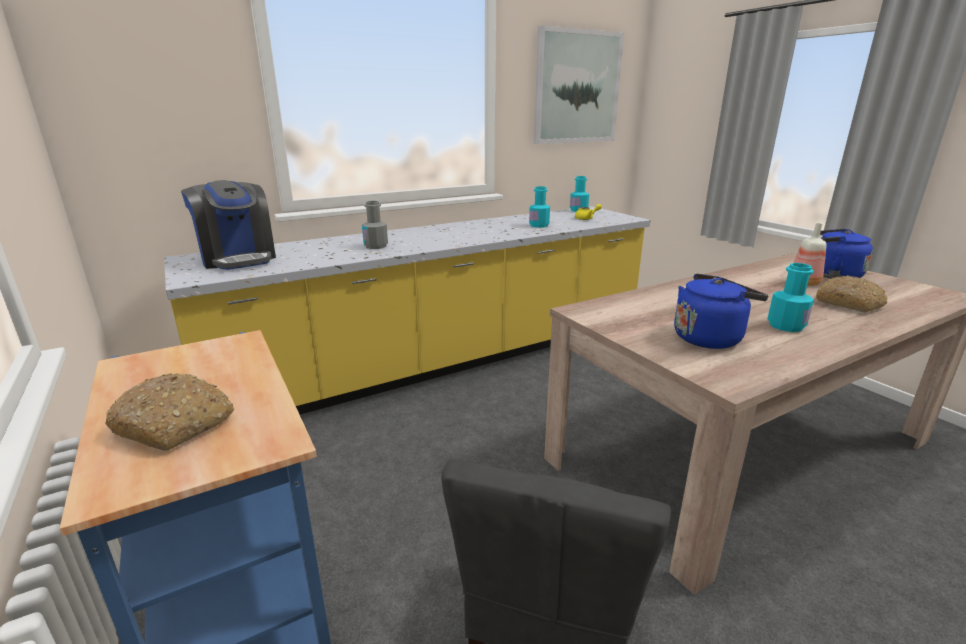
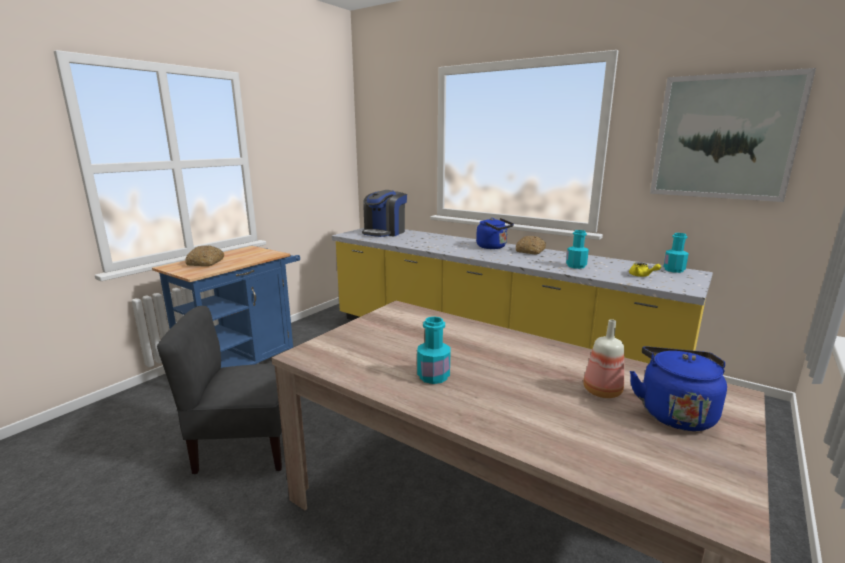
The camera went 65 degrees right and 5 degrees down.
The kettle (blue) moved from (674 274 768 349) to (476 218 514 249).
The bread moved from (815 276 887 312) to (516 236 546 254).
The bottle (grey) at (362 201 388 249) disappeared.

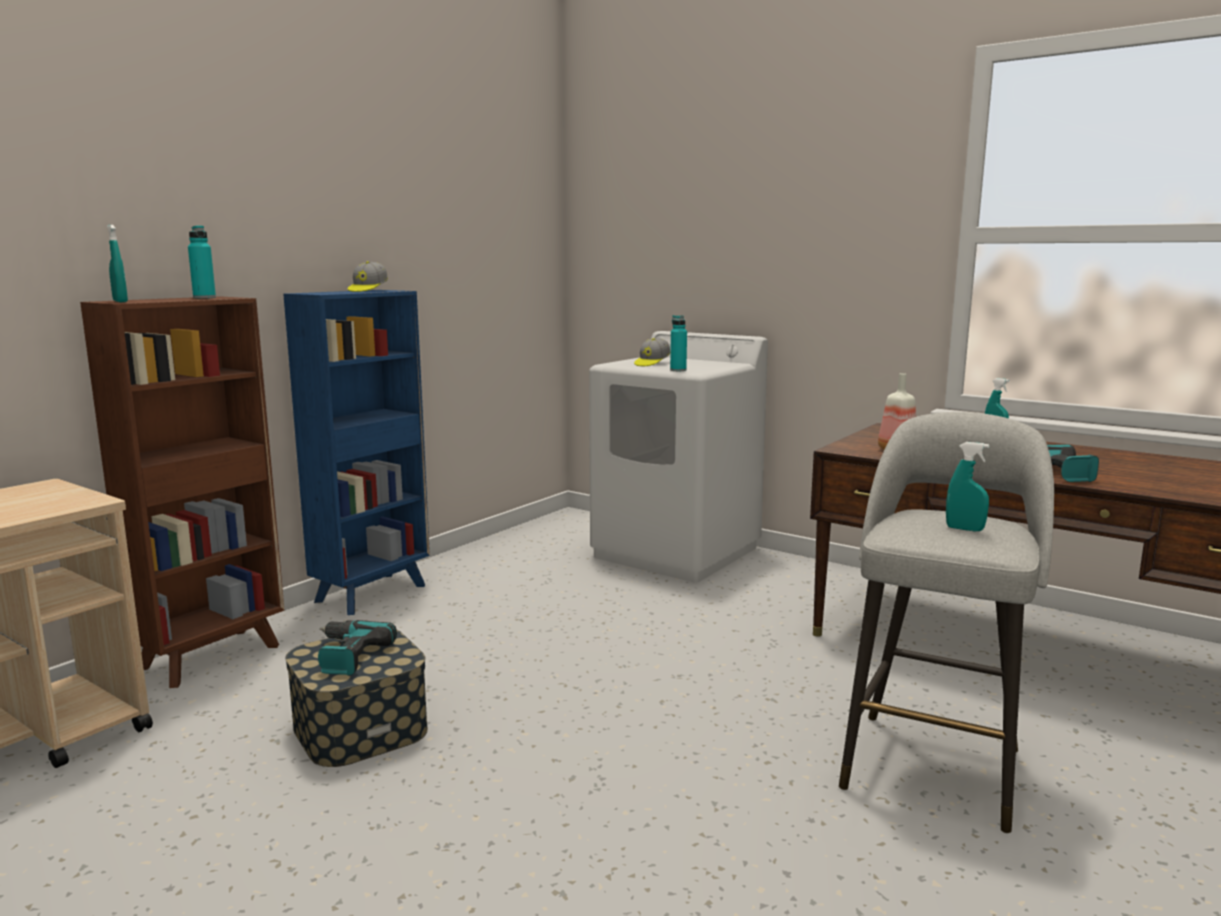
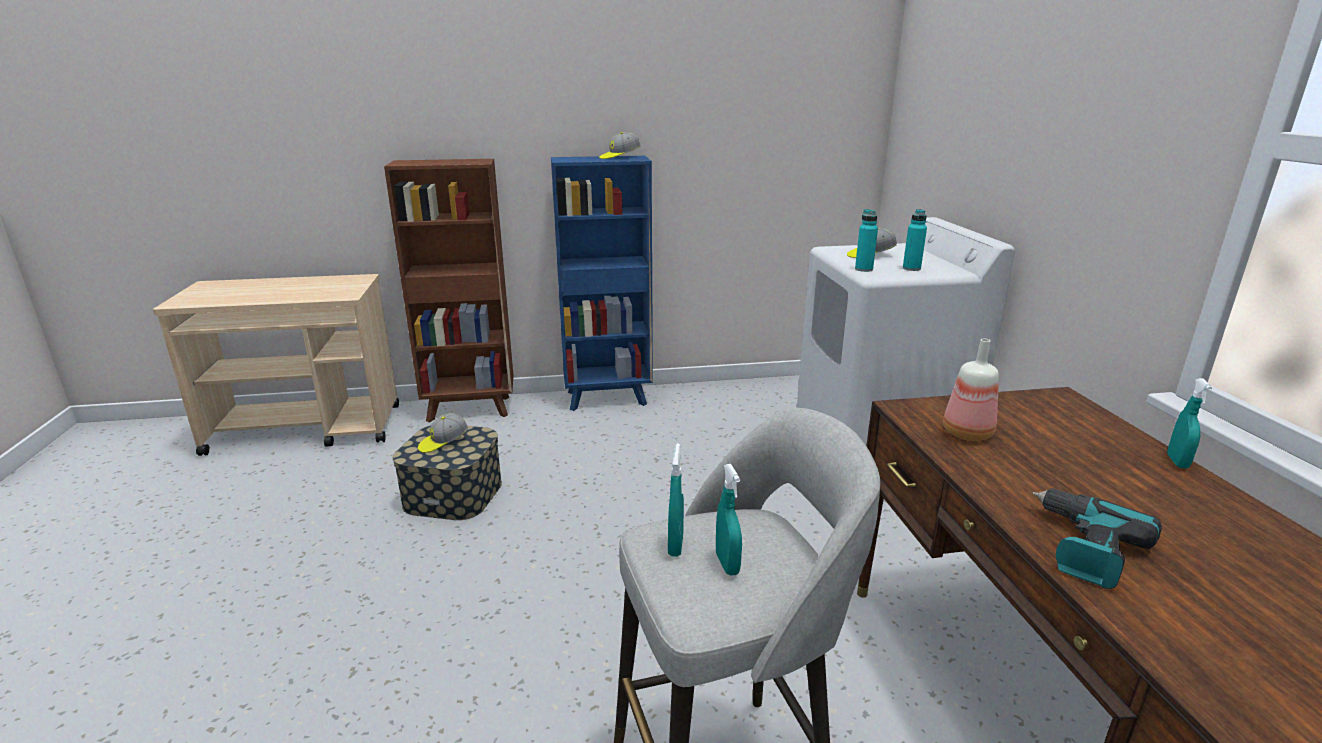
The camera went 45 degrees right and 10 degrees up.
The power drill at (318 620 397 676) was replaced by the cap at (418 413 468 453).
The spray bottle (turquoise) moved from (107 225 128 302) to (668 443 684 557).
The bottle (turquoise) moved from (188 225 216 298) to (903 209 927 271).

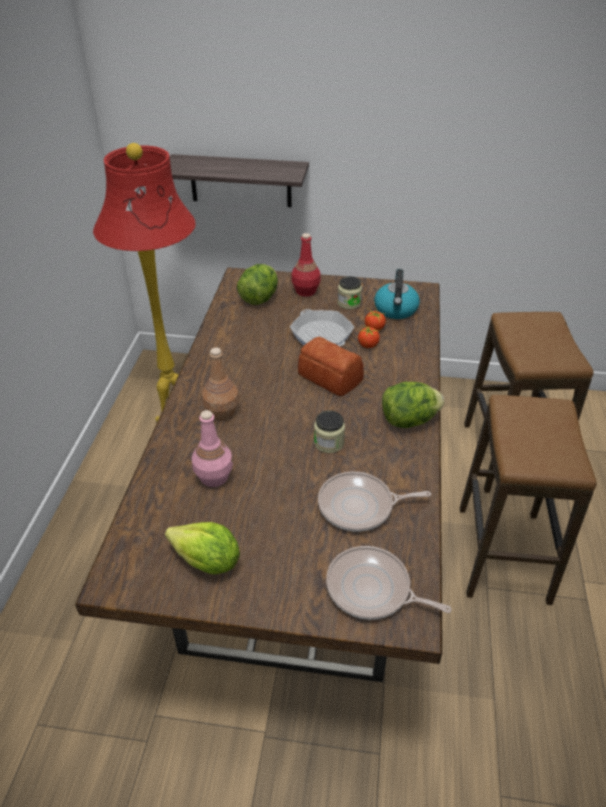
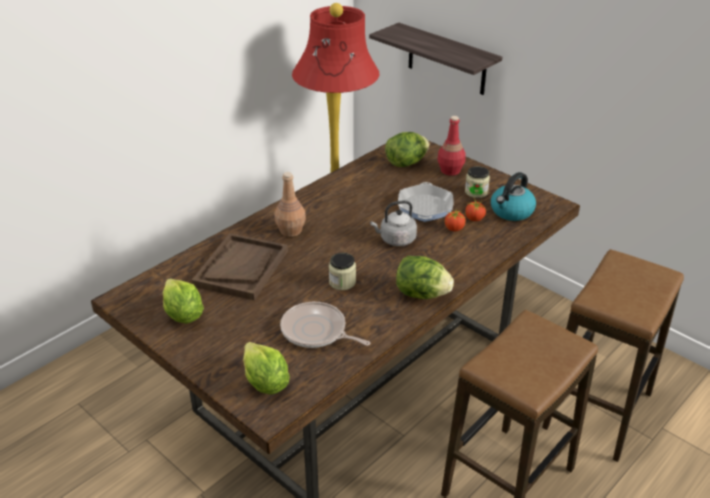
The camera went 35 degrees right and 5 degrees down.
The bottle (pink) at (192 410 233 487) was replaced by the tray (brown) at (192 233 288 300).
The frying pan at (326 546 452 620) was replaced by the lettuce at (243 342 290 395).
The bread at (298 337 364 396) was replaced by the kettle (grey) at (370 200 417 246).

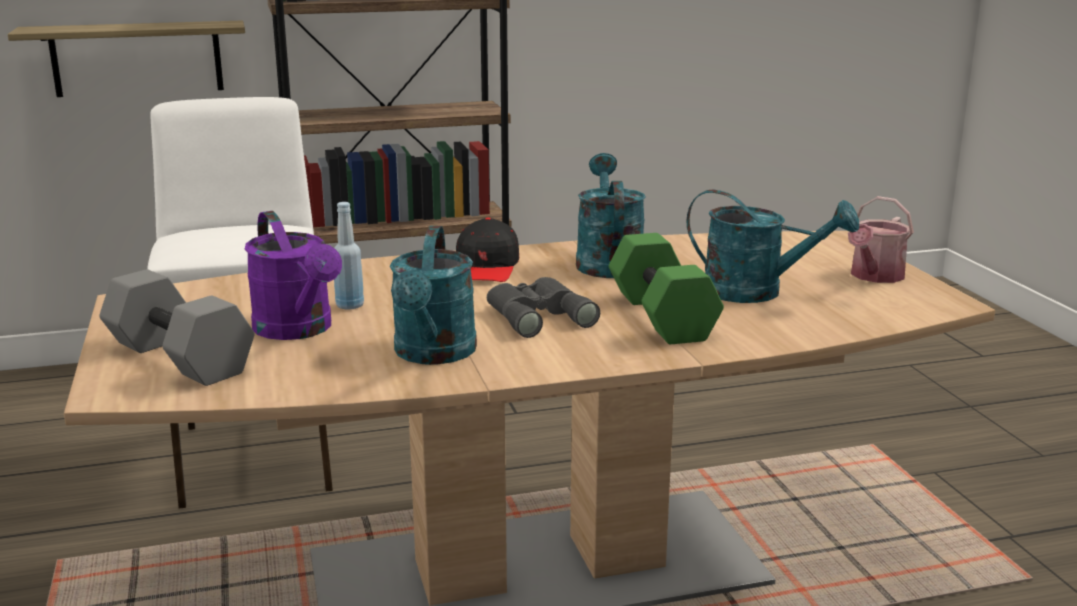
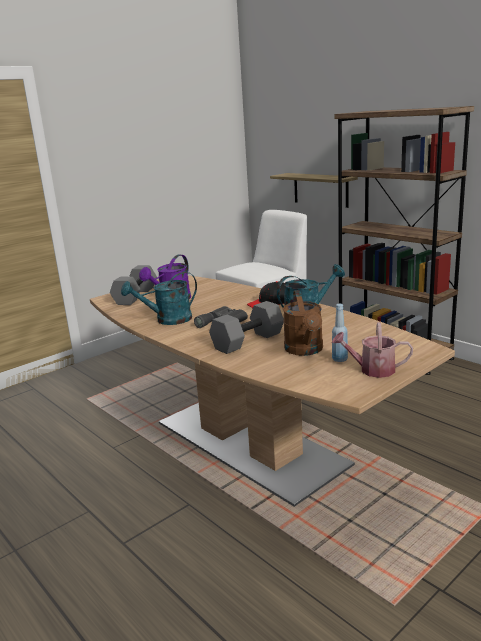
The camera went 65 degrees right and 0 degrees up.
The dumbbell (green) at (609 233 724 344) became the dumbbell (grey) at (209 301 284 354).
The watering can (turquoise) at (687 190 859 303) became the watering can (brown) at (283 290 323 356).
The bottle (blue) moved from (334 202 364 310) to (332 304 348 362).

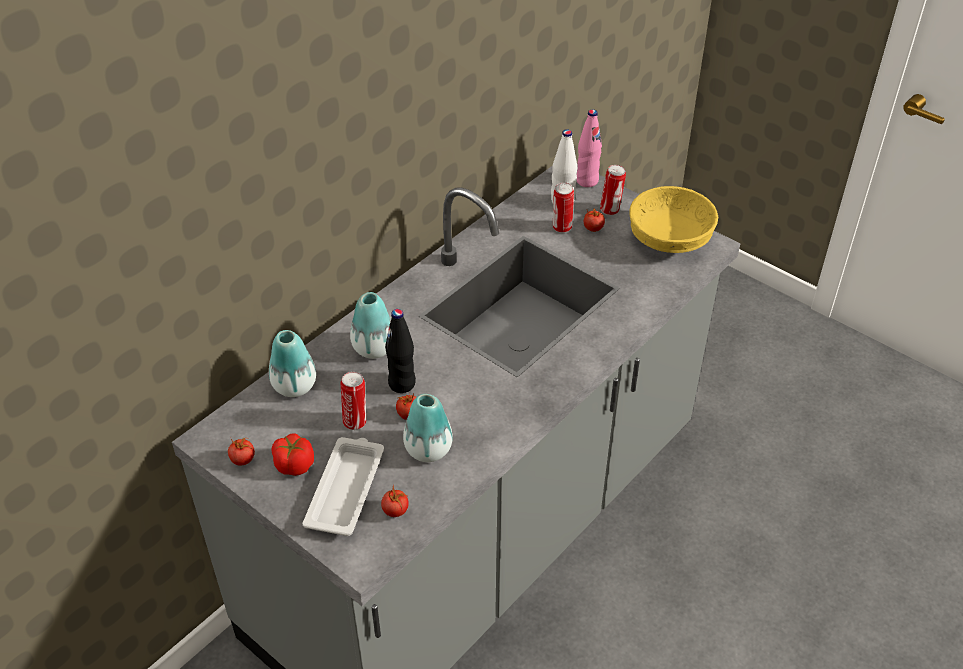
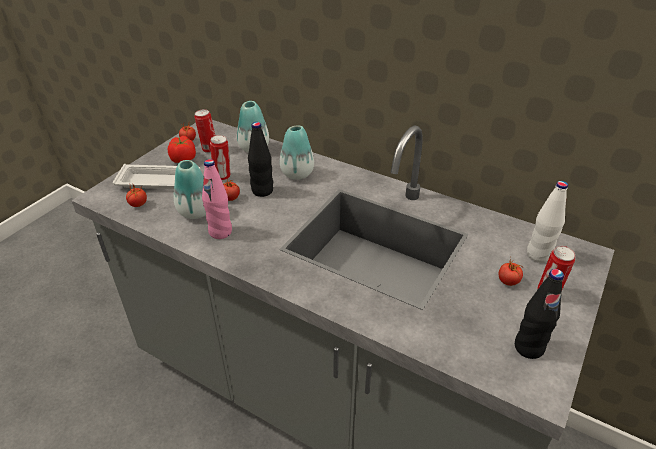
The camera went 80 degrees right and 5 degrees down.
The can moved from (553 182 574 233) to (194 109 215 153).
The bottle (pink) moved from (577 109 602 187) to (202 159 232 239).
The bowl (yellow) at (629 186 718 253) was replaced by the bottle (black) at (515 269 564 359).

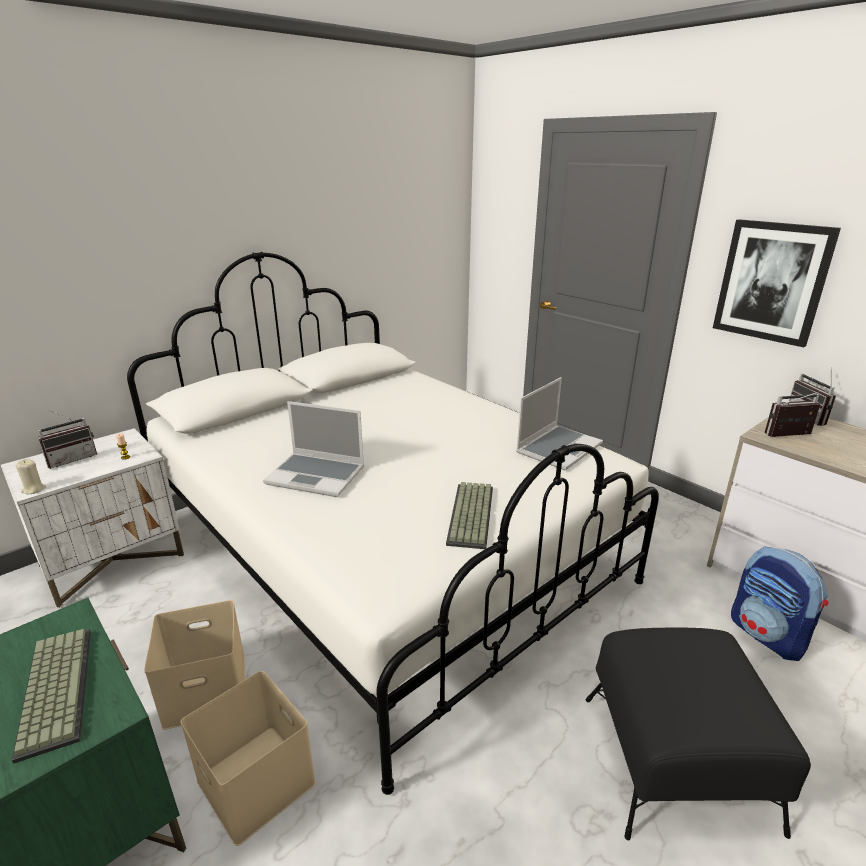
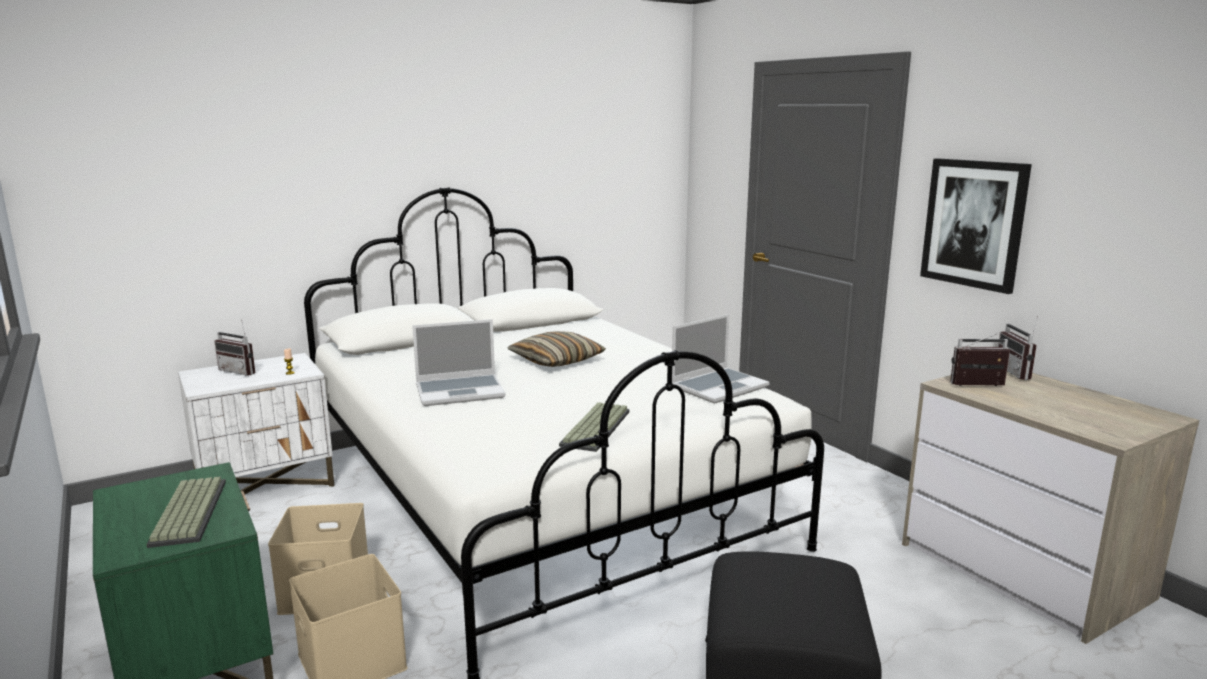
The camera went 10 degrees right and 10 degrees down.
The radio at (38 410 97 469) turned 60 degrees clockwise.
The laptop at (263 401 364 497) turned 45 degrees counterclockwise.
The pillow at (507 331 606 367) appeared.
The candle (beige) at (15 459 46 494) disappeared.
The backpack at (731 546 828 661) disappeared.

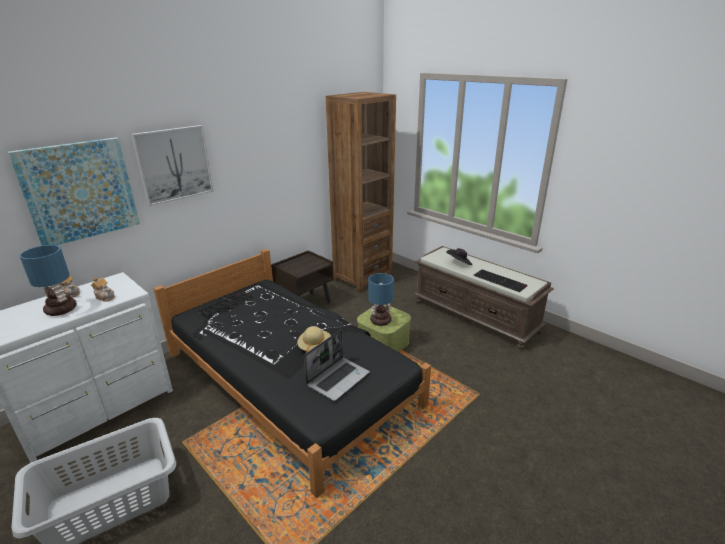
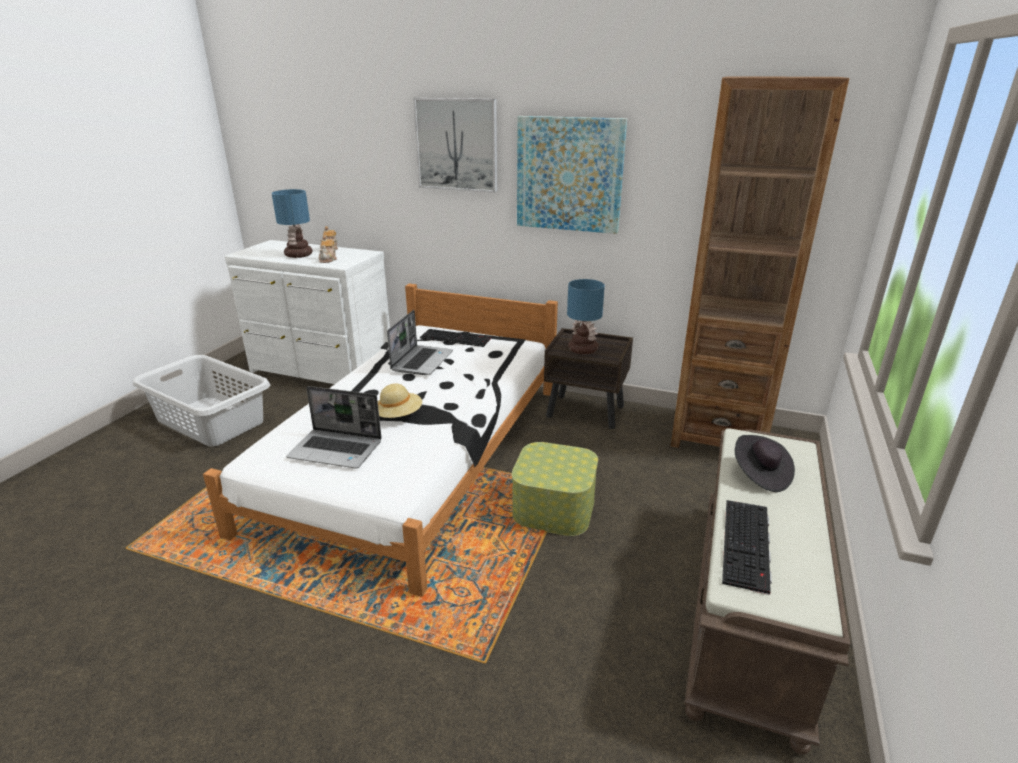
The camera went 65 degrees right and 0 degrees up.
The bed (black) at (153 249 431 498) became the bed (white) at (203 284 558 597).
The laptop at (387 310 453 375) appeared.
The picture moved from (8 137 140 246) to (517 116 627 234).
The table lamp moved from (368 273 394 326) to (567 279 605 354).

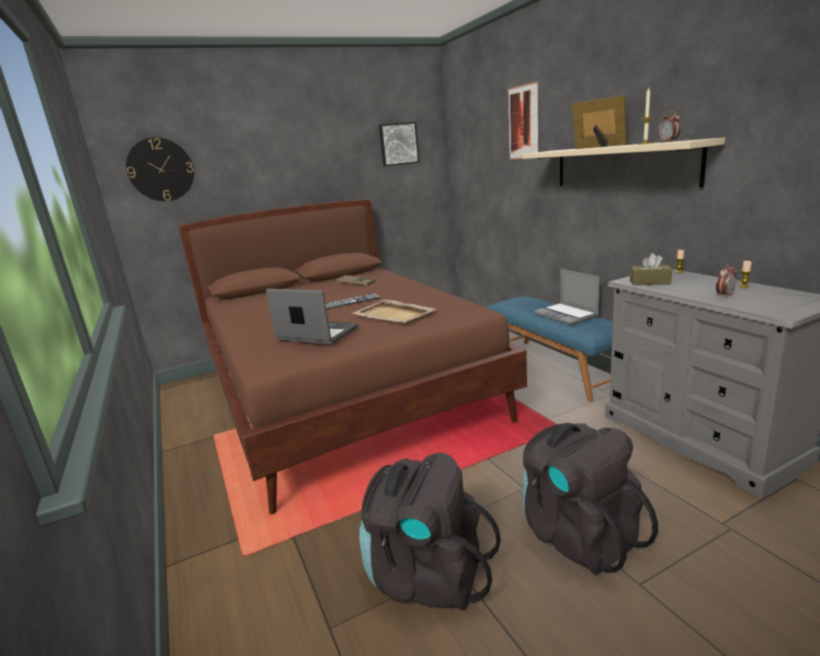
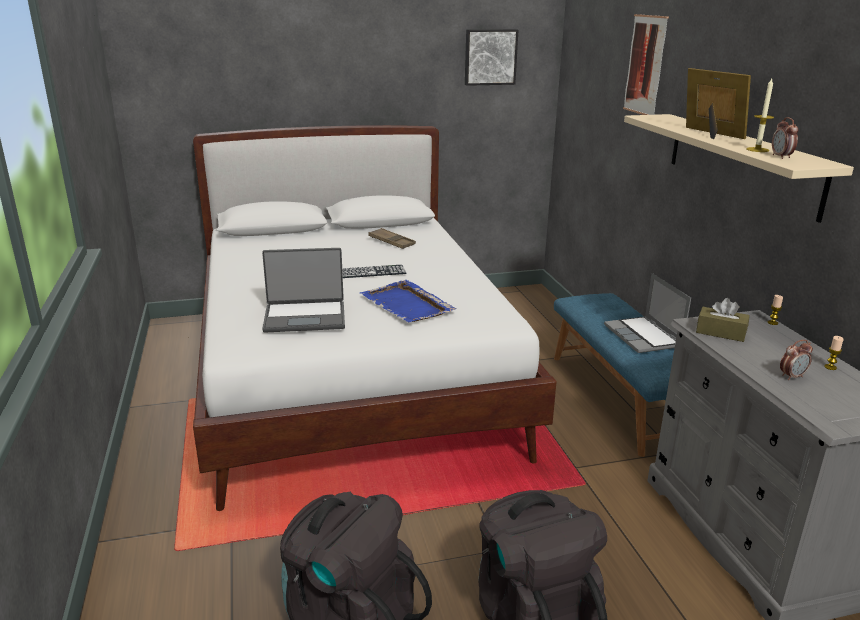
The camera went 10 degrees right and 5 degrees up.
The bed (brown) at (179 199 527 515) became the bed (white) at (193 125 557 511).
The laptop at (266 289 358 345) turned 135 degrees clockwise.
The tray (beige) at (352 300 436 323) became the tray (blue) at (360 280 457 323).
The wall clock at (126 138 194 201) disappeared.

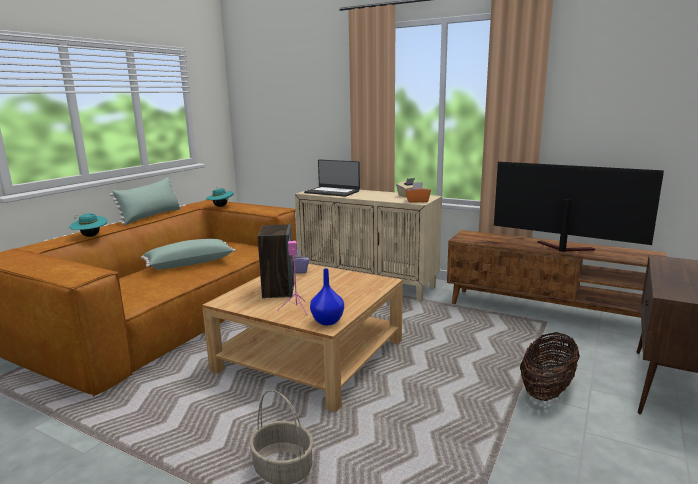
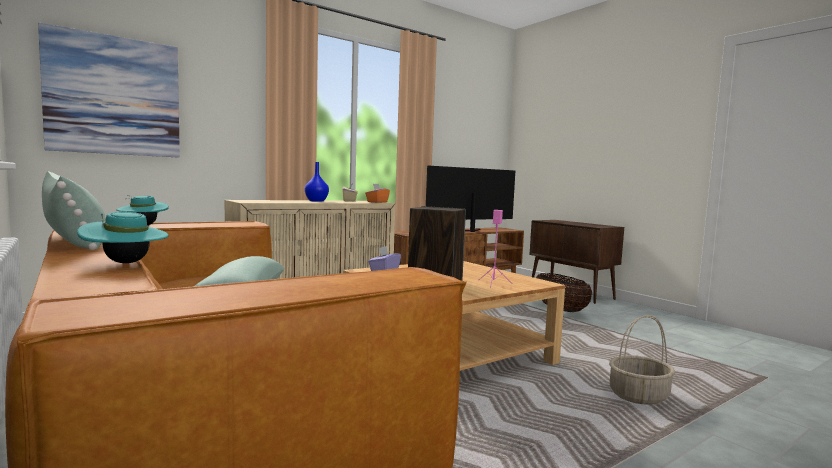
The camera went 65 degrees left and 10 degrees down.
The picture at (38 23 180 158) appeared.
The vase (blue) moved from (310 268 344 325) to (305 162 329 202).
The laptop at (304 159 360 197) disappeared.

